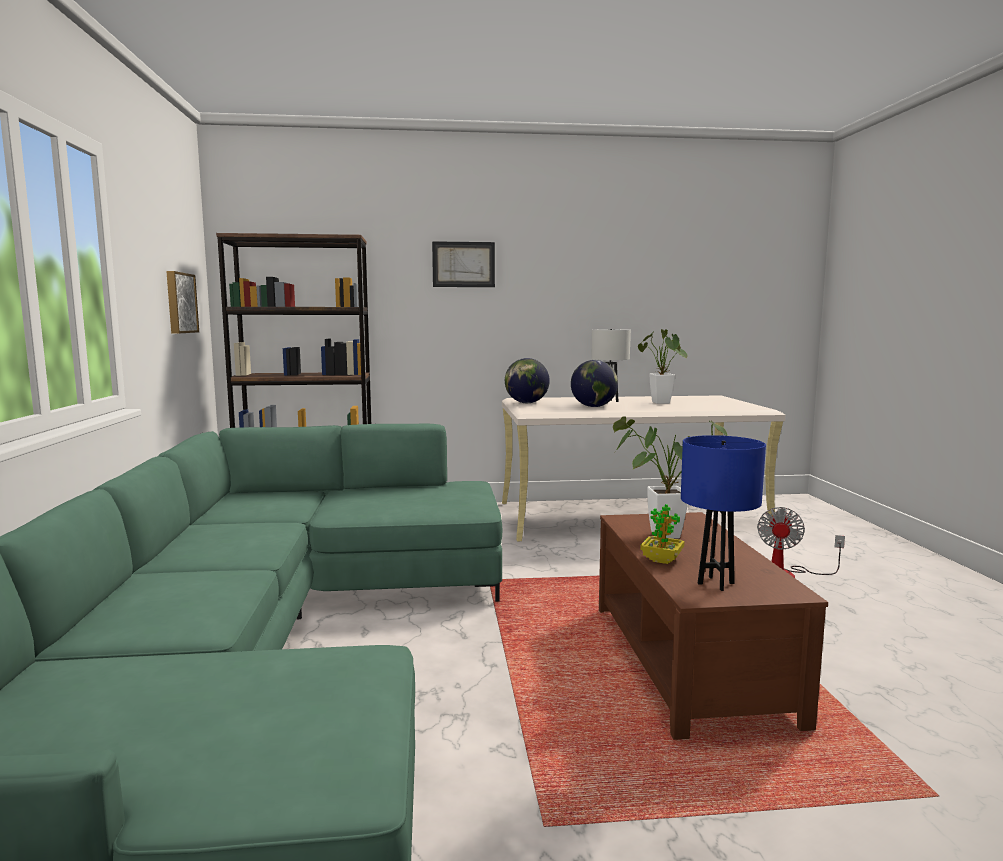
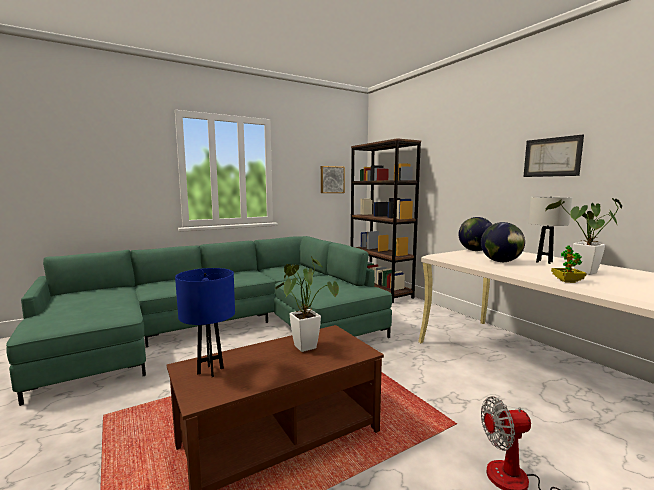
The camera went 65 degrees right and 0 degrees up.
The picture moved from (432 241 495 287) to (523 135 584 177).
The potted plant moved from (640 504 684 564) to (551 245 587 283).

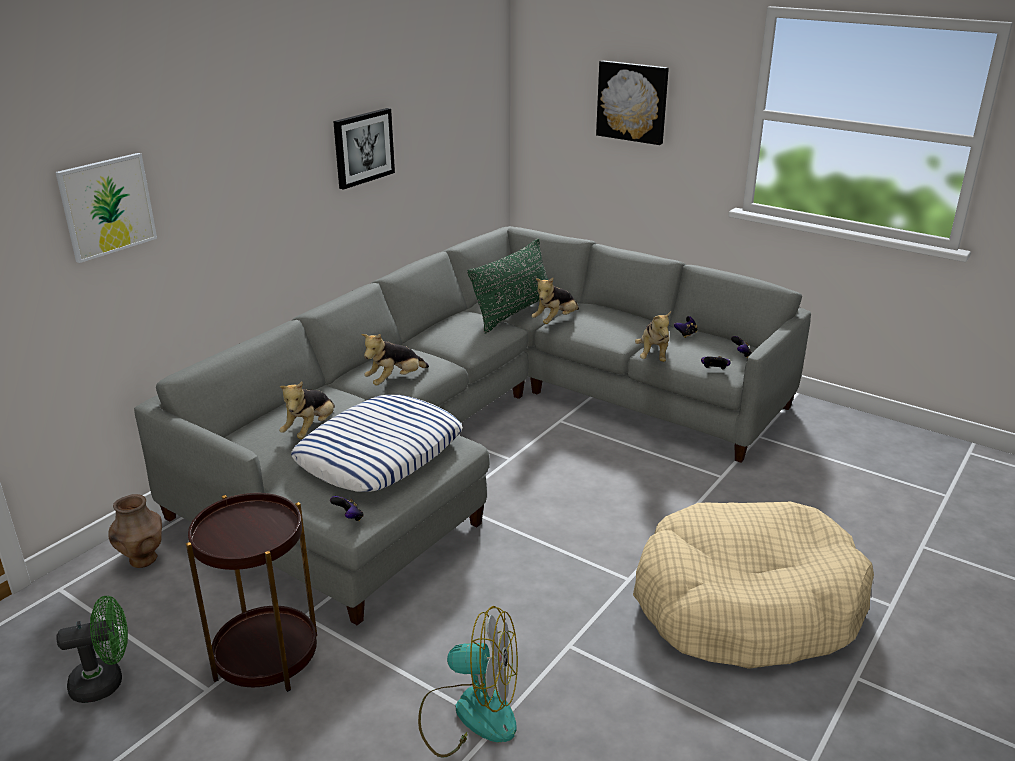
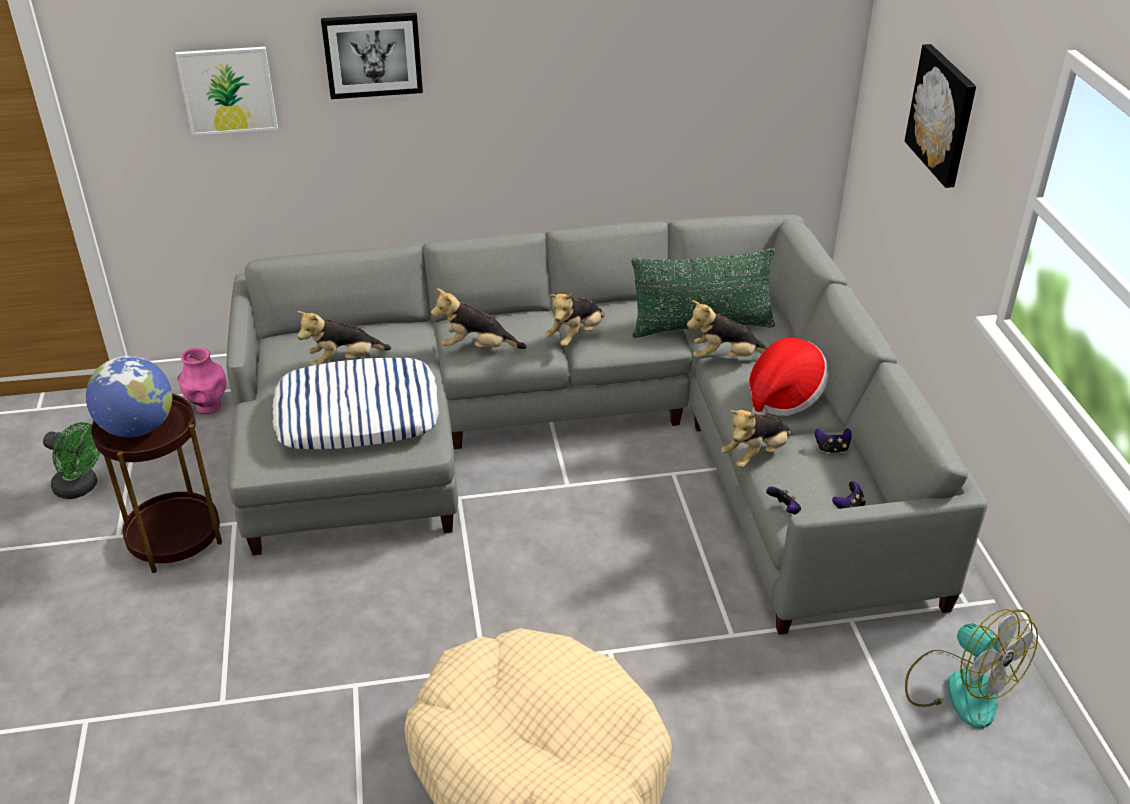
The camera went 45 degrees right and 10 degrees up.
The globe at (86 356 172 437) appeared.
The vase (brown) at (108 494 162 568) became the vase (pink) at (178 348 227 414).
The picture moved from (333 108 395 190) to (321 13 423 99).
The plush toy at (545 293 604 347) appeared.
The hat at (749 338 829 416) appeared.
The fan moved from (418 606 518 758) to (905 609 1038 729).
The game controller at (330 496 364 521) disappeared.

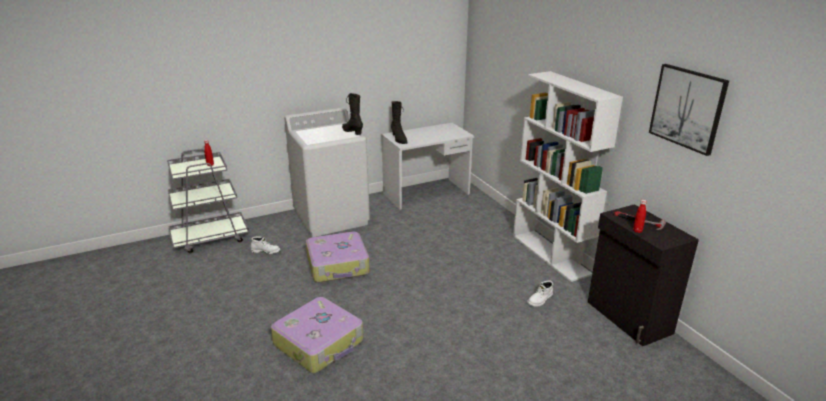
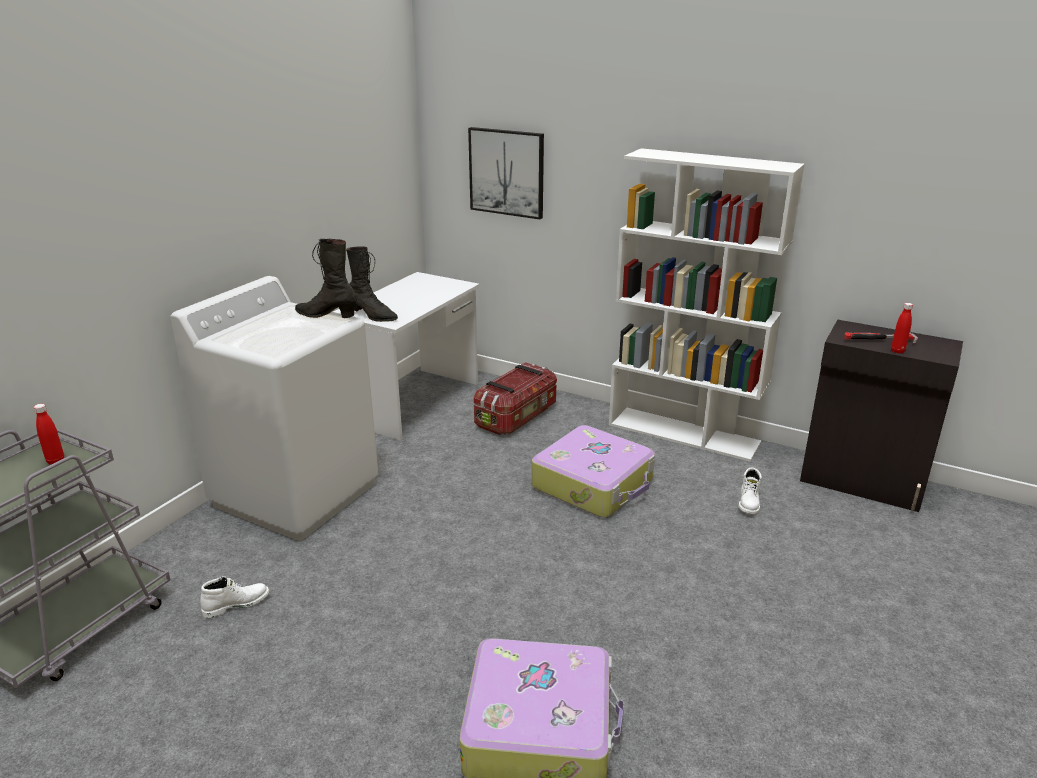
The camera went 35 degrees left and 0 degrees up.
The picture moved from (649 64 729 156) to (468 127 544 219).
The storage box at (474 362 557 435) appeared.
The suitcase moved from (306 232 370 282) to (532 425 655 517).

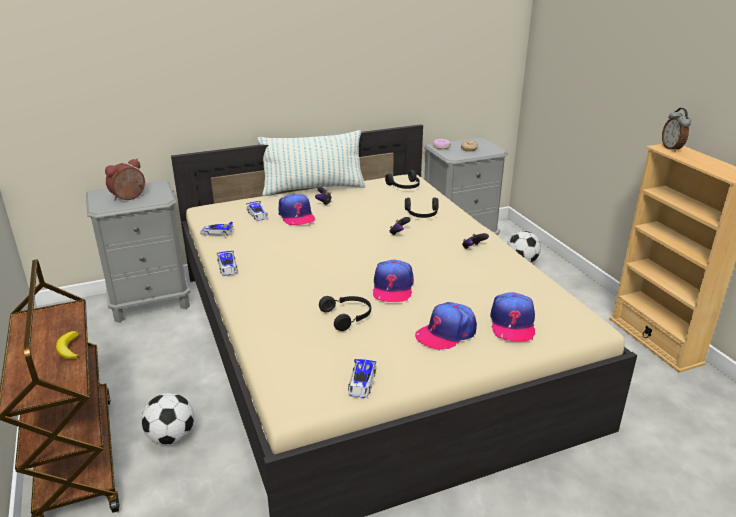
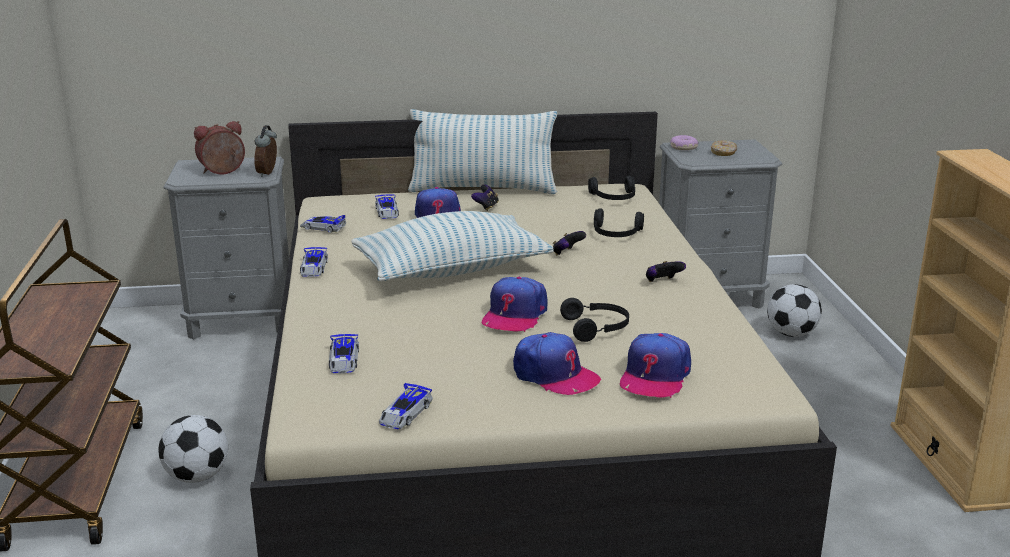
The camera went 15 degrees right and 5 degrees down.
The alarm clock moved from (662 108 691 152) to (254 125 277 177).
The toy car at (329 334 359 373) appeared.
The pillow at (351 211 554 281) appeared.
The cap at (415 302 477 350) turned 120 degrees counterclockwise.
The headphones (black) moved from (319 296 371 331) to (560 298 629 342).
The banana at (56 331 80 359) disappeared.

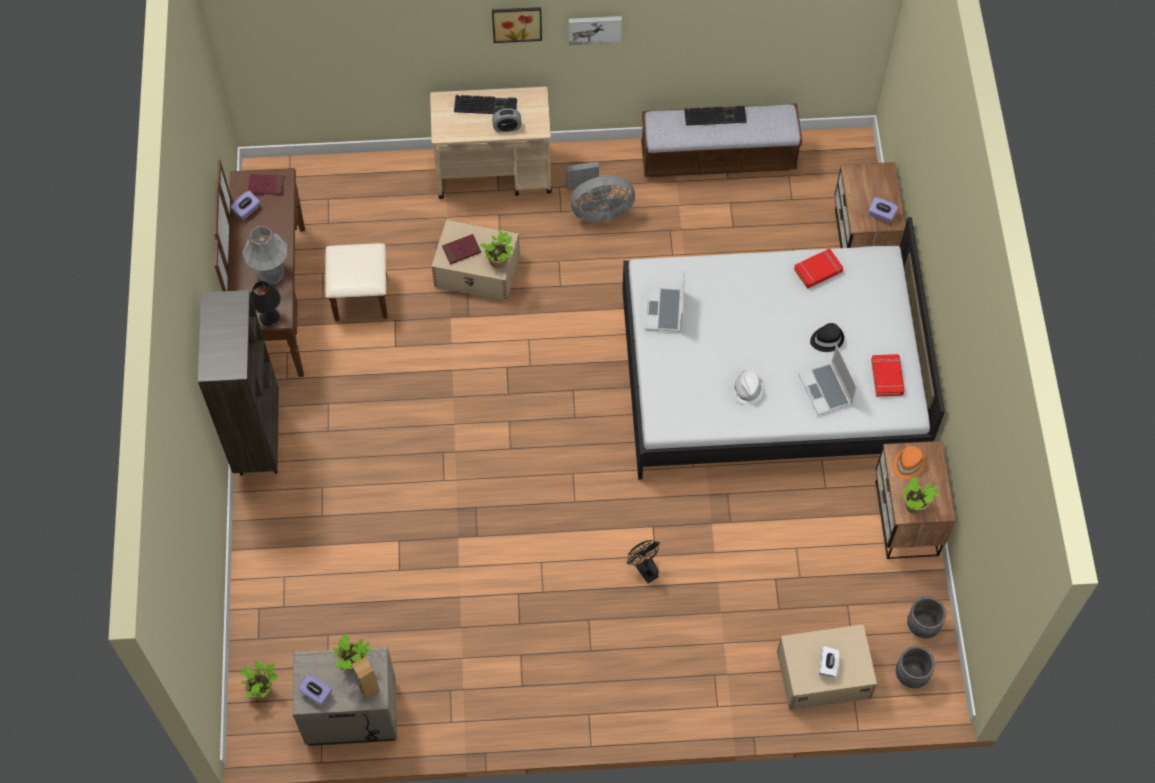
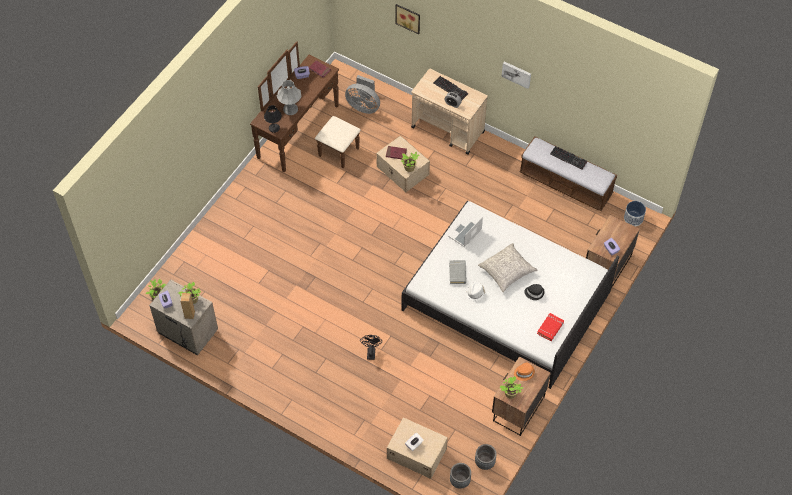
The camera went 35 degrees right and 5 degrees down.
The fan (grey) moved from (566 162 635 222) to (345 75 380 114).
The picture moved from (492 7 542 43) to (395 4 420 34).
The book (grey) at (449 260 466 284) appeared.
The pillow (grey) at (478 243 537 292) appeared.
The planter at (624 201 646 226) appeared.
The bookcase (brown) at (198 290 279 476) disappeared.
The book (red) at (794 248 843 288) disappeared.
The laptop at (798 345 857 415) disappeared.

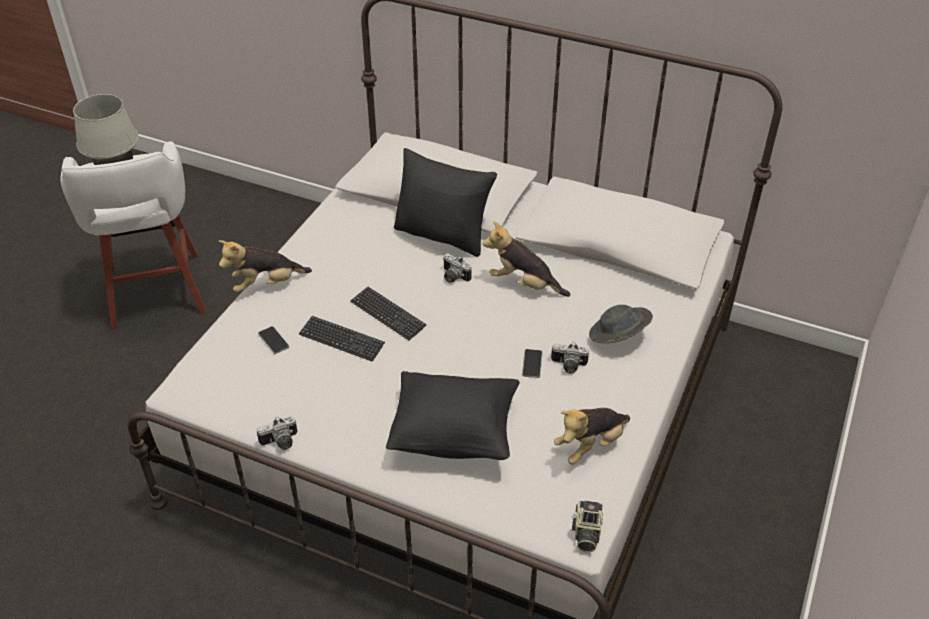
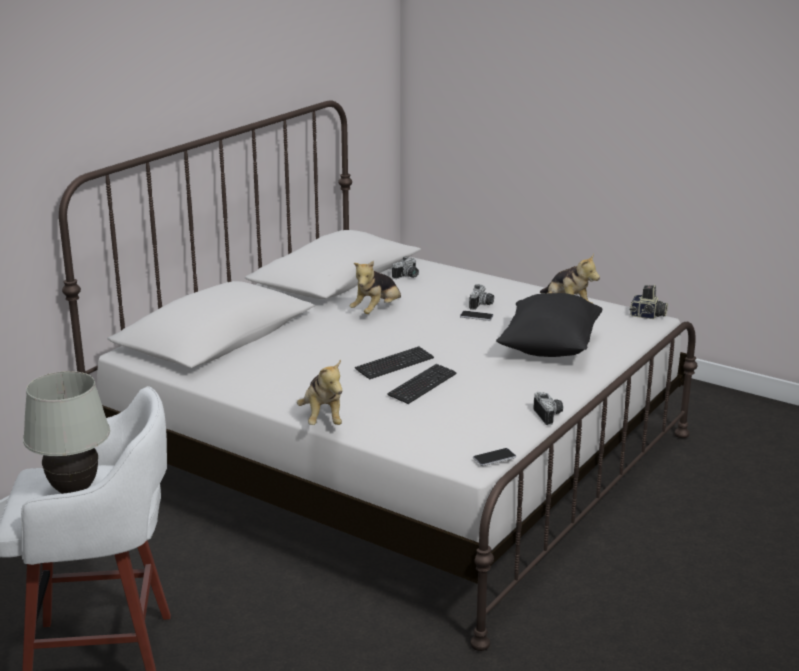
The camera went 80 degrees left and 20 degrees down.
The photo camera moved from (443 253 471 283) to (392 256 419 279).
The phone moved from (258 326 290 354) to (473 448 516 466).
The pillow (black) at (394 148 497 257) disappeared.
The hat (grey) at (589 305 653 343) disappeared.

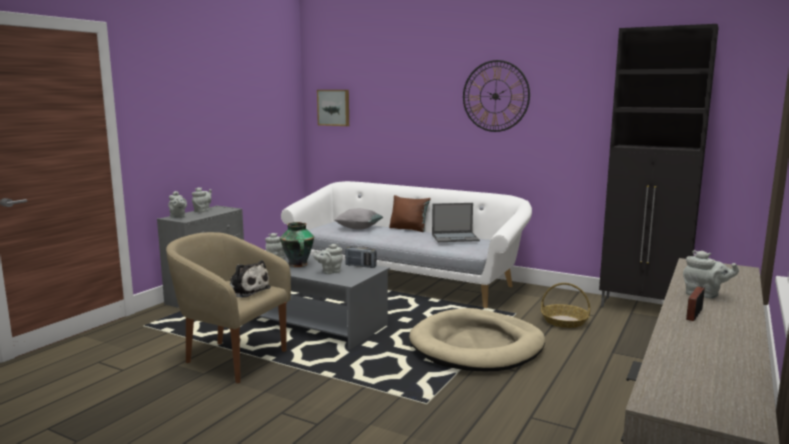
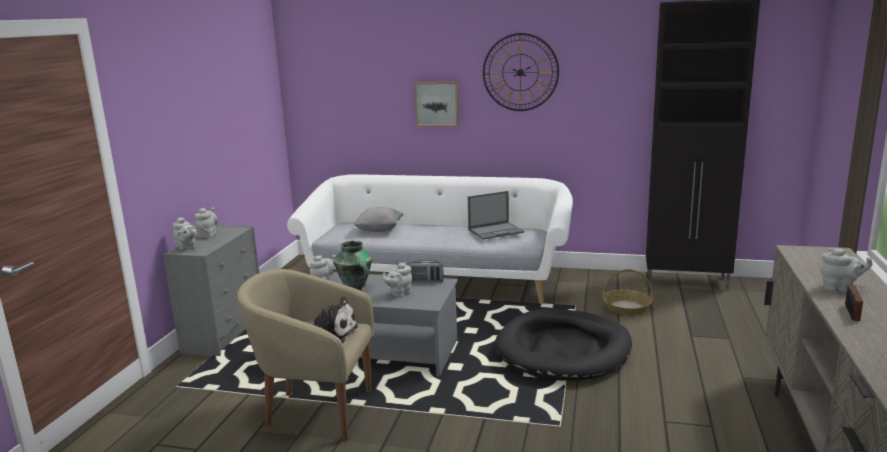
The camera went 15 degrees left and 5 degrees up.
The picture moved from (317 90 349 126) to (414 82 459 126).
The dog bed (beige) at (409 308 545 371) became the dog bed (black) at (495 309 632 381).
The pillow (brown) at (389 195 431 232) disappeared.

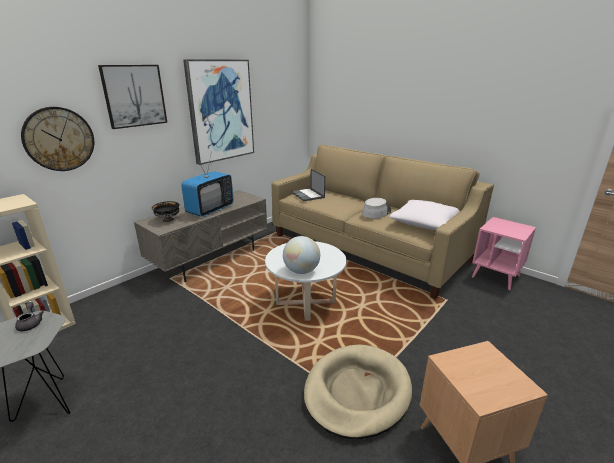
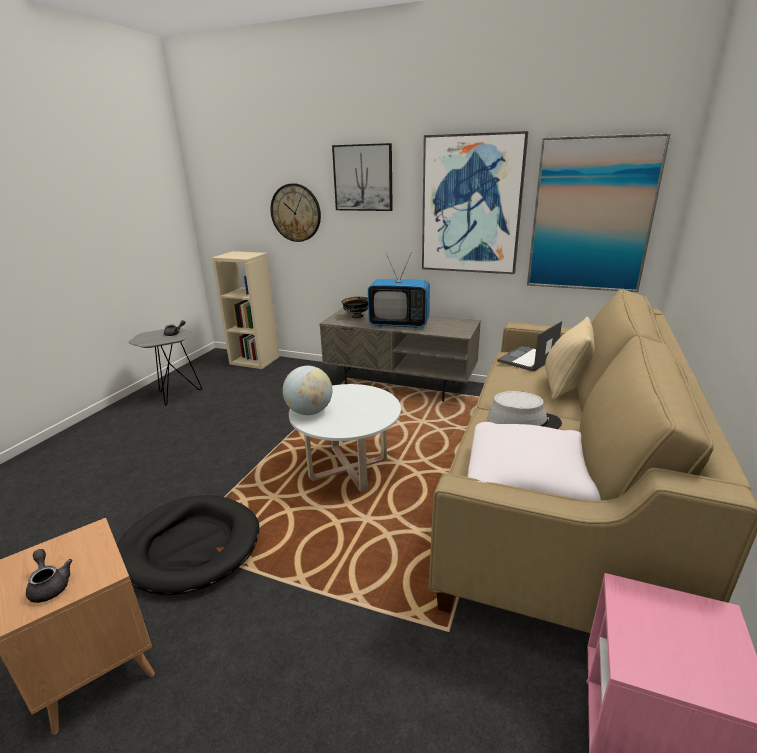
The camera went 70 degrees right and 0 degrees up.
The teapot (grey) at (26 549 72 603) appeared.
The dog bed (beige) at (304 345 412 439) became the dog bed (black) at (117 495 259 595).
The picture at (527 133 671 292) appeared.
The pillow (beige) at (545 317 595 401) appeared.

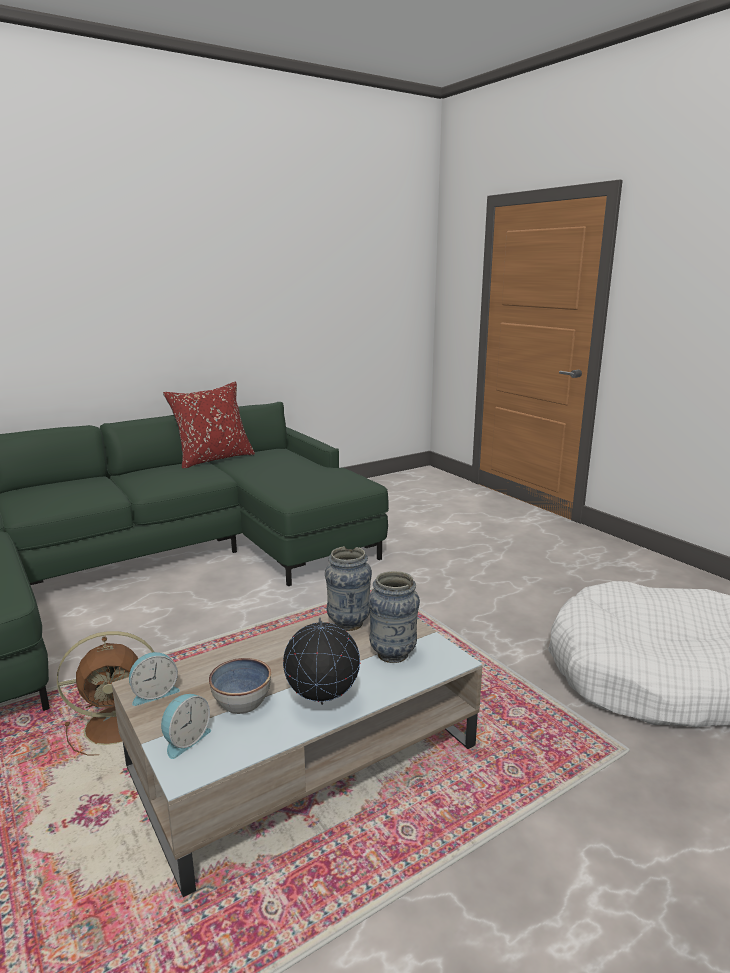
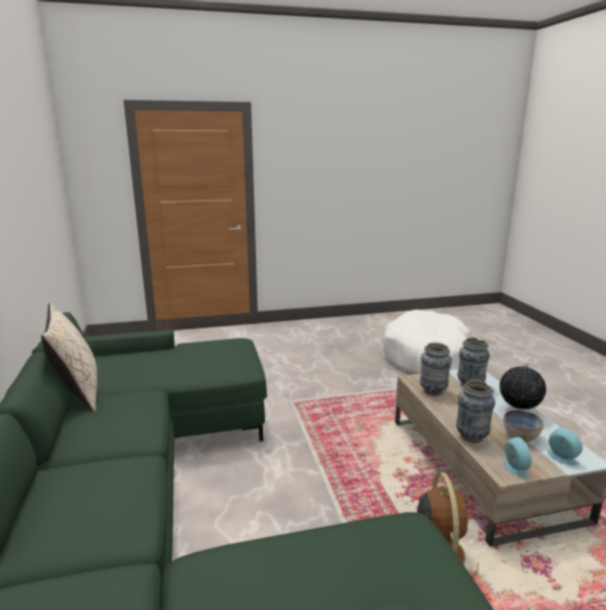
The camera went 70 degrees left and 0 degrees up.
The pillow (red) at (163 382 255 468) became the pillow (beige) at (41 303 97 412).
The vase at (456 380 495 443) appeared.

